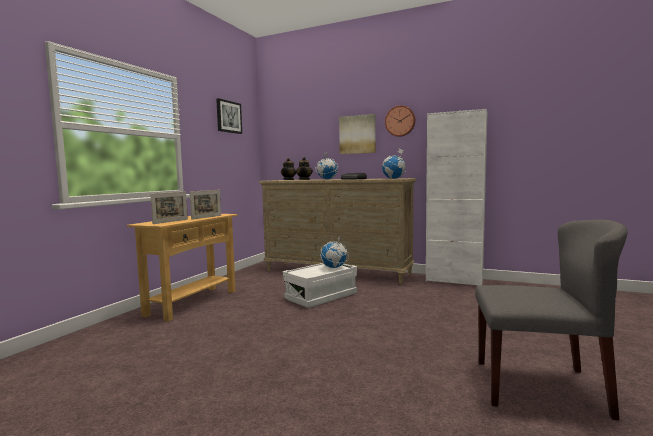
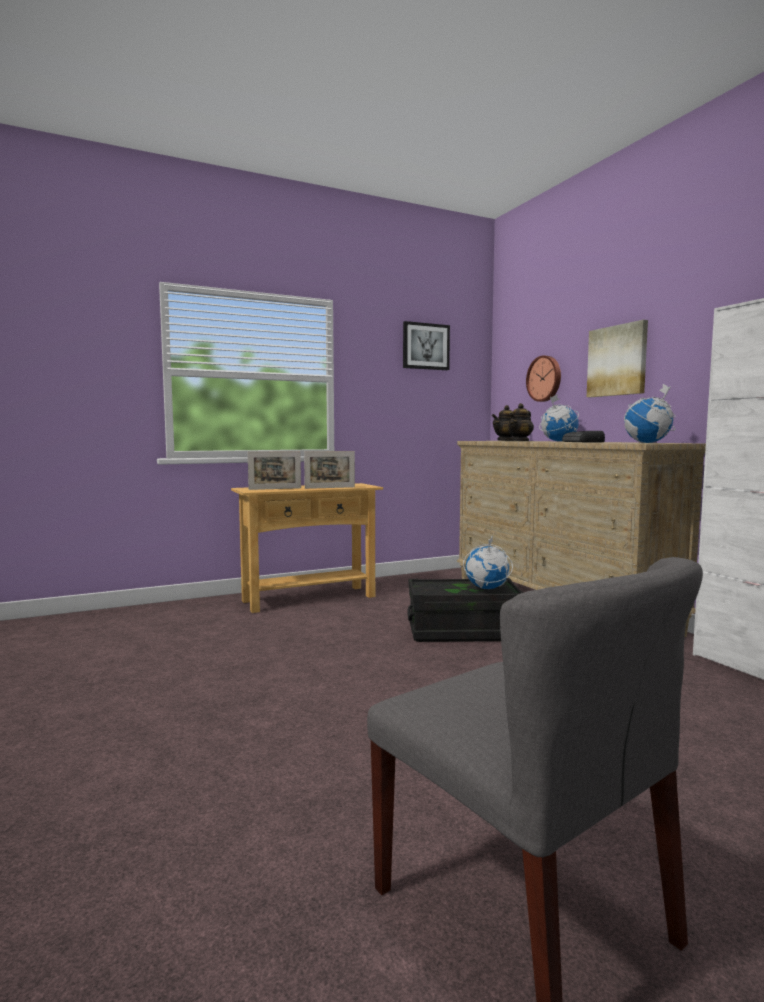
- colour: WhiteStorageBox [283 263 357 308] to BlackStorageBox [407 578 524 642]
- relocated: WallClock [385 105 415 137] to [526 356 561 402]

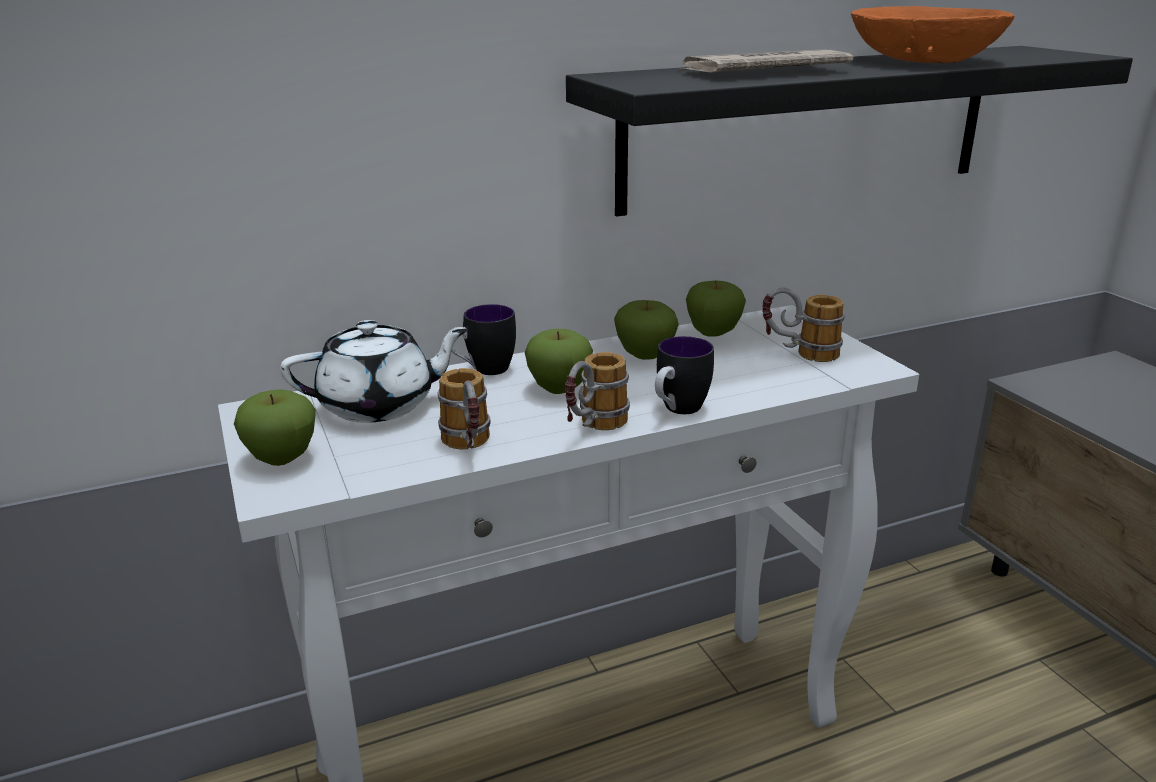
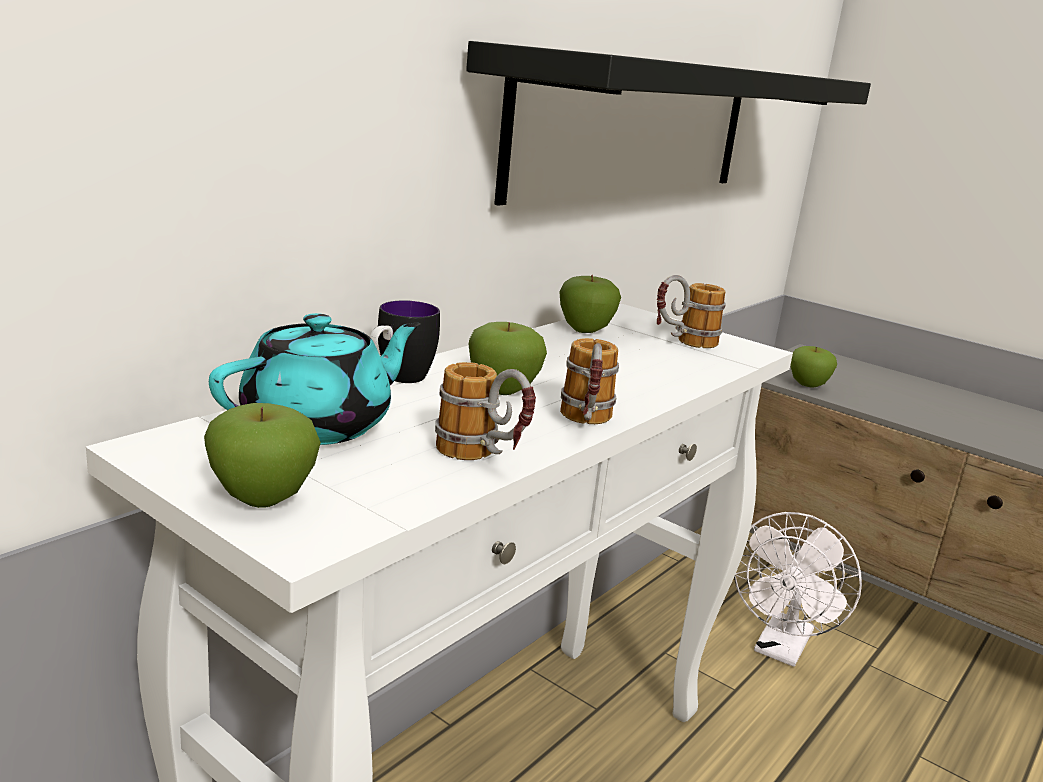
- colour: WhiteTeapot [280 320 468 423] to TurquoiseTeapot [209 313 421 445]
- relocated: Apple [614 300 679 360] to [791 346 837 388]
- missing: Mug [655 336 714 414]
- missing: Newspaper [676 50 853 73]
- missing: OrangeBowl [851 6 1015 63]
- appeared: WhiteFan [734 512 862 667]

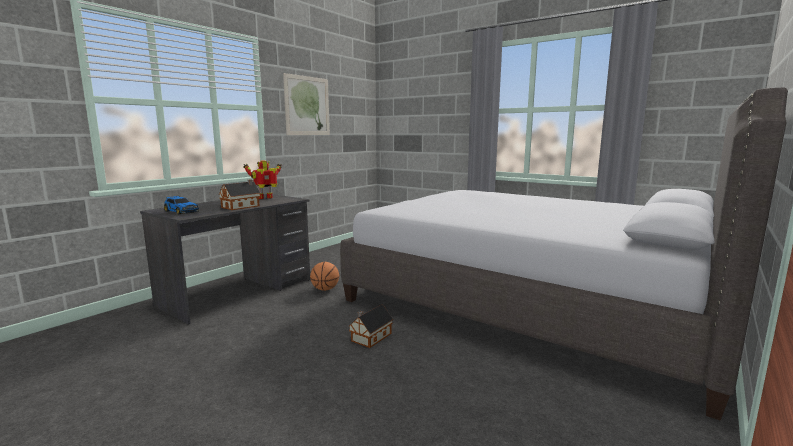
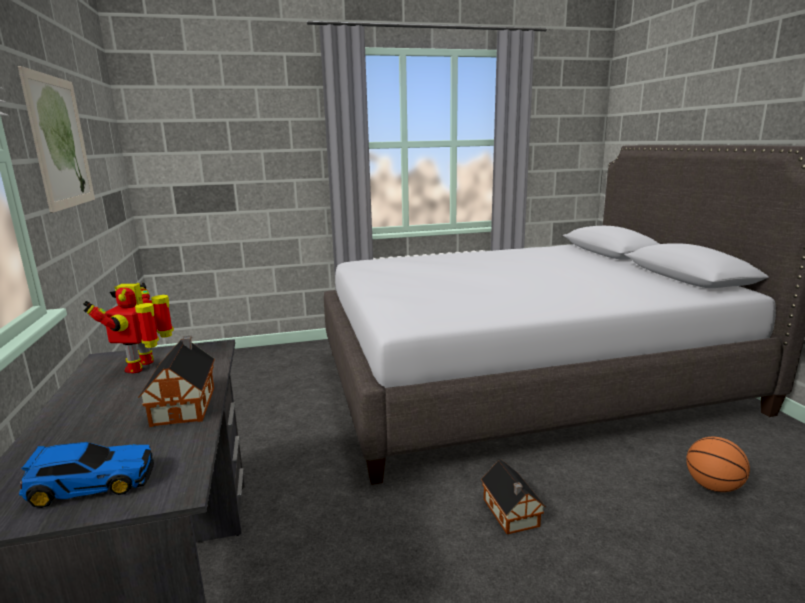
- relocated: Basketball [310 262 339 291] to [686 437 750 492]

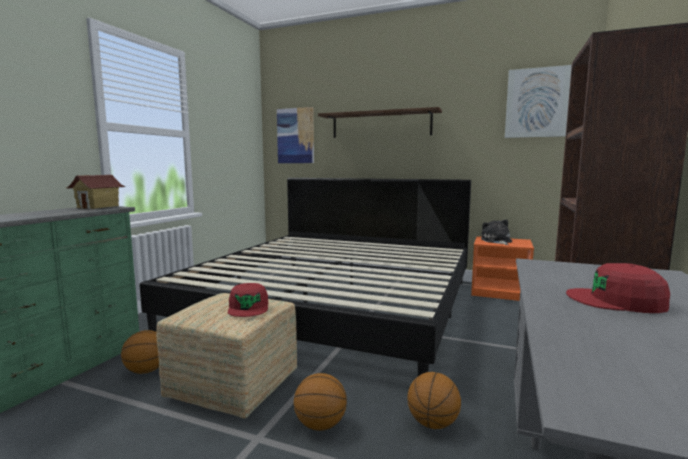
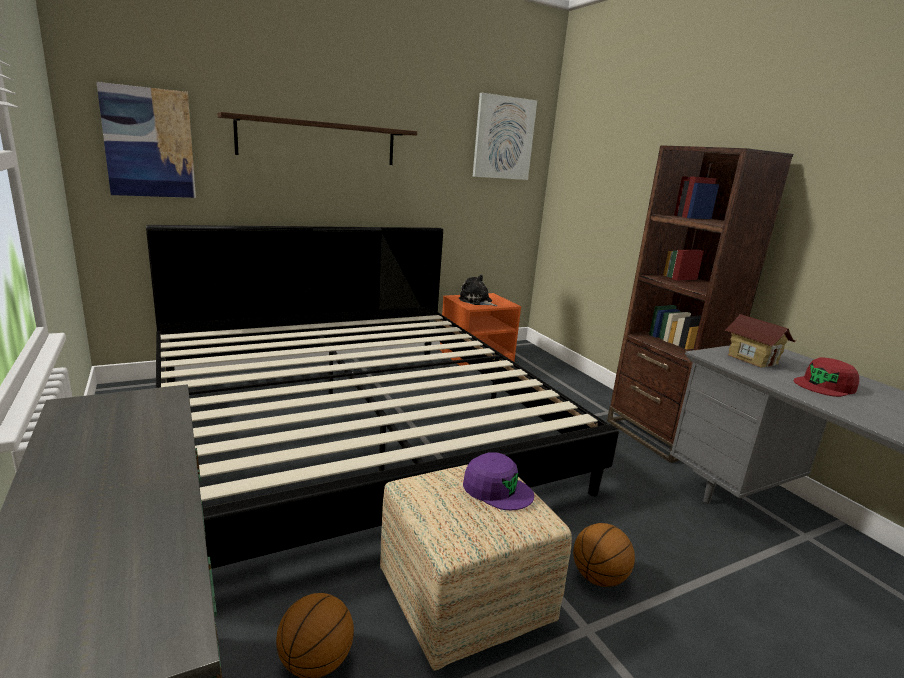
- relocated: ToyHouse [65 175 126 209] to [725 314 796 368]
- colour: RedCap [228 283 268 317] to PurpleCap [463 452 534 510]
- missing: Basketball [408 372 461 429]

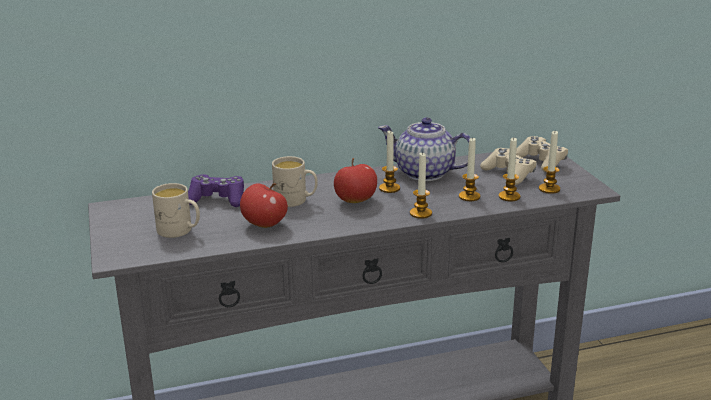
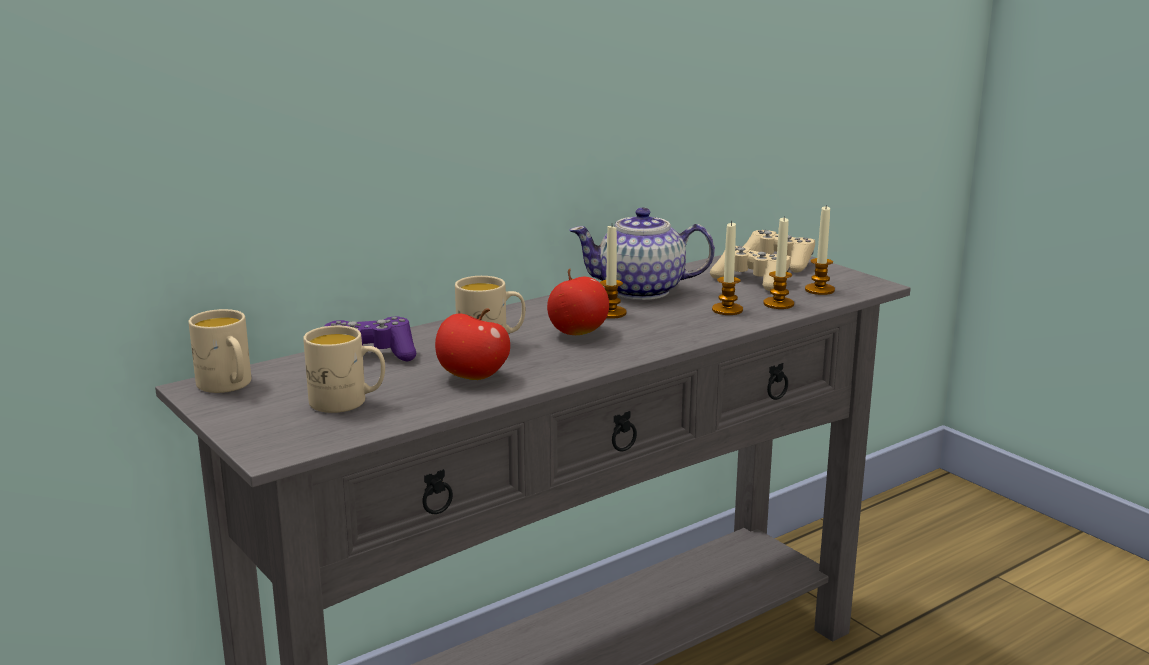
- missing: Candle [410 153 432 219]
- appeared: BeigeMug [189 309 251 393]

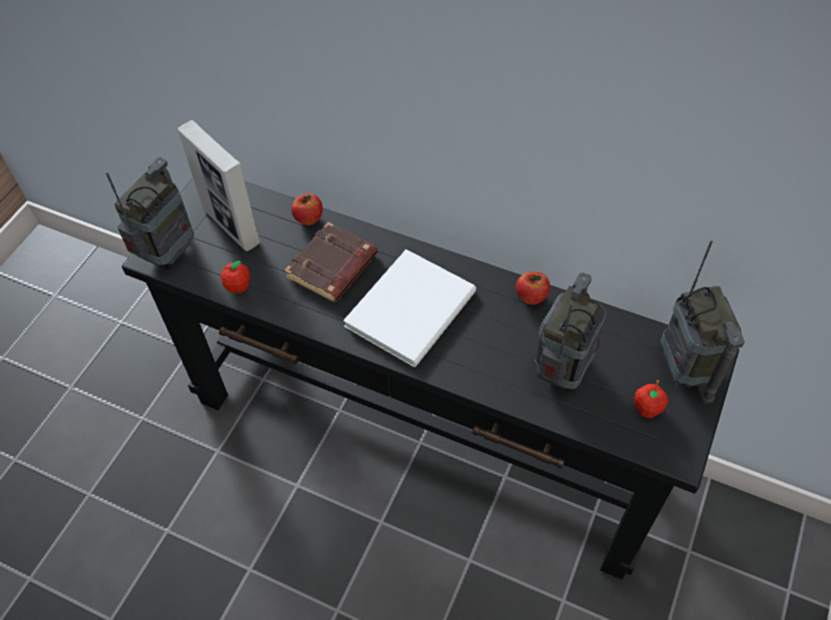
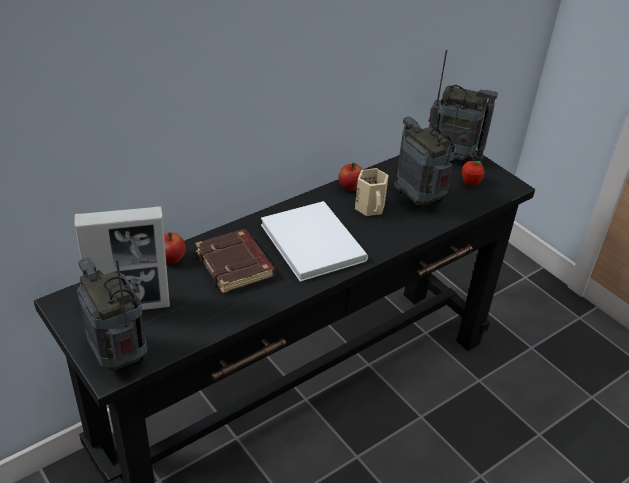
- missing: Apple [221 260 250 293]
- appeared: BeigeMug [355 168 389 216]

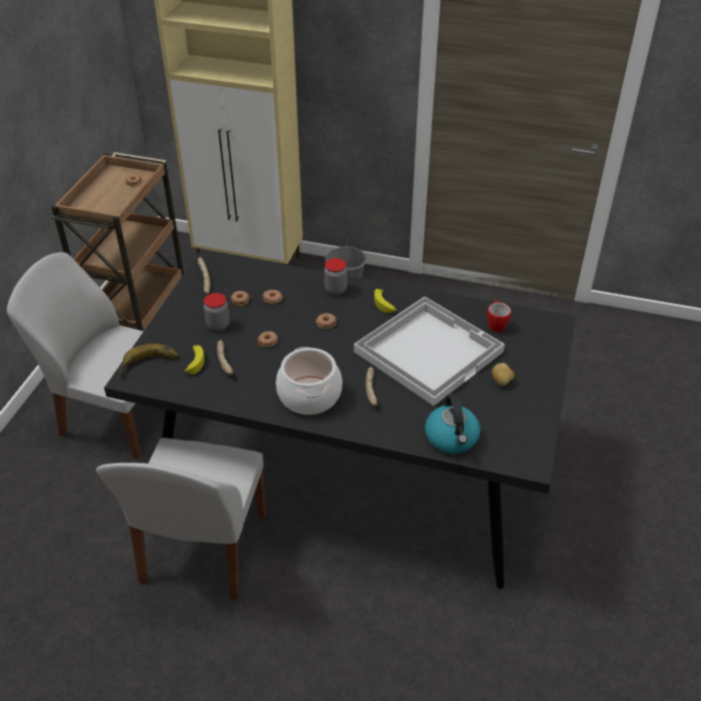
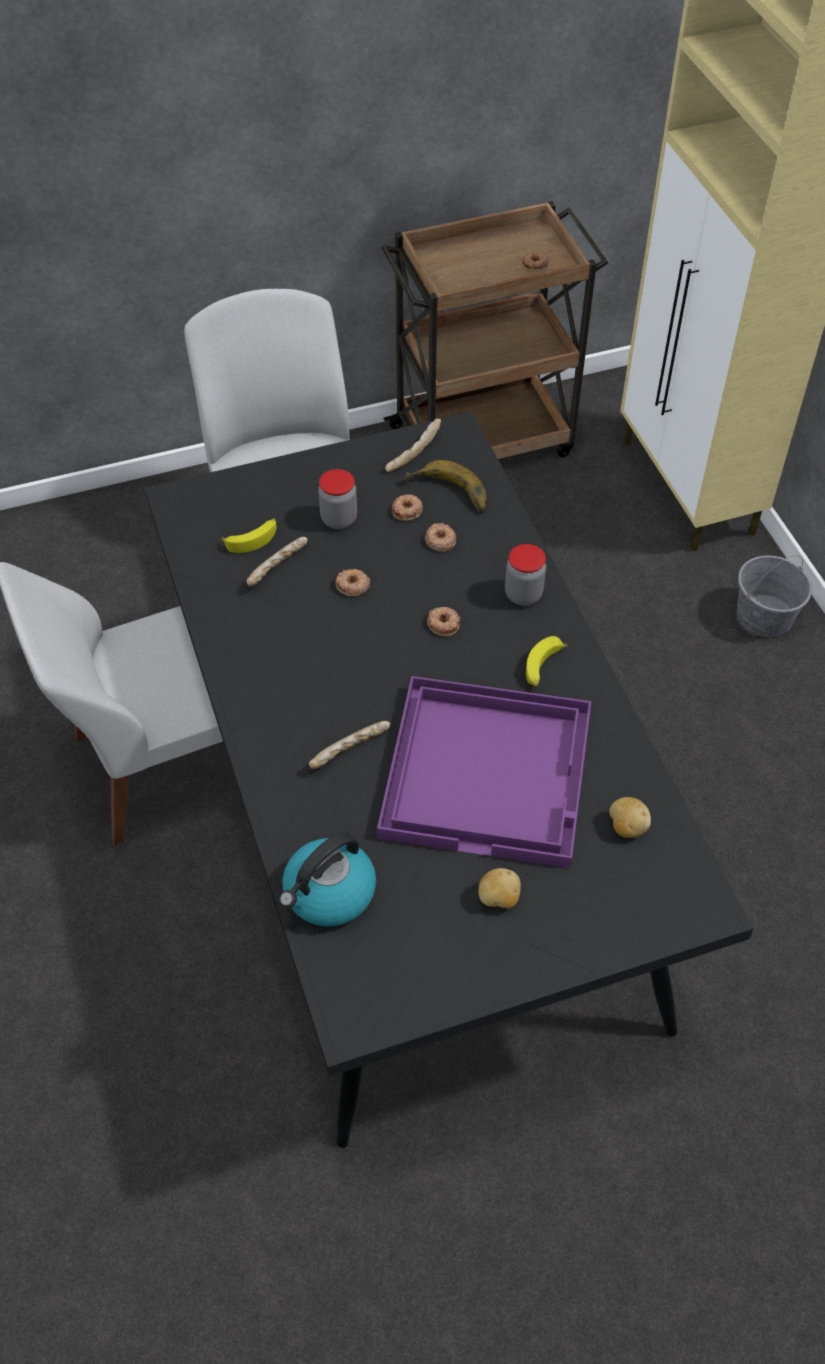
- relocated: Banana [119 343 179 376] to [402 460 487 513]
- missing: CookingPot [276 347 342 415]
- colour: WhiteTray [354 297 505 406] to PurpleTray [377 676 591 868]
- exchanged: Mug [487 300 511 332] to Potato [610 797 651 838]

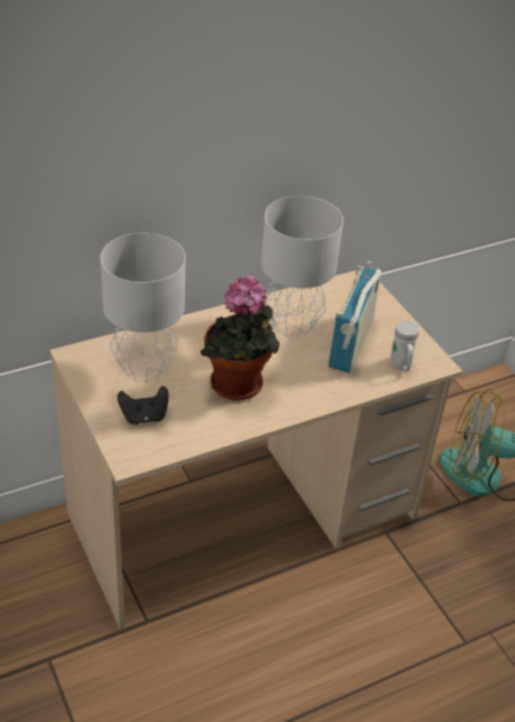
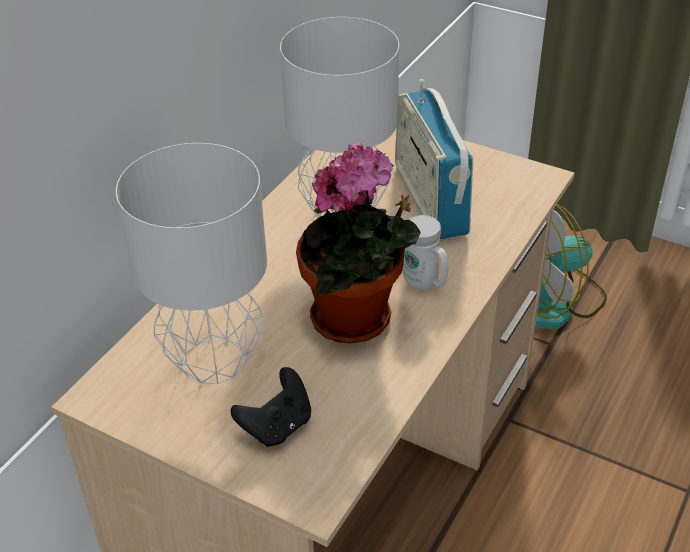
- relocated: WhiteMug [390 321 419 371] to [403 215 448 290]

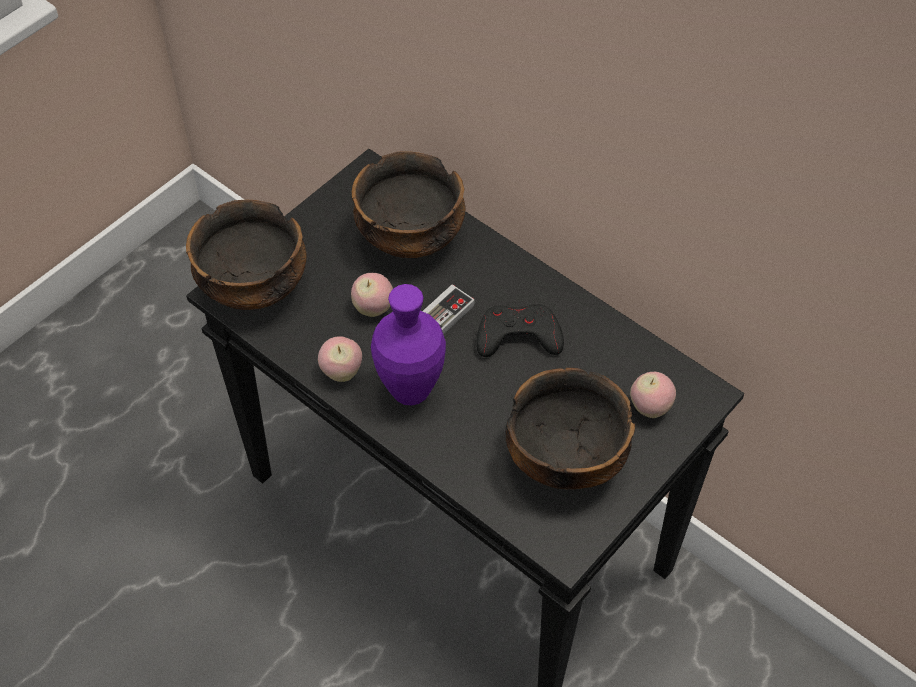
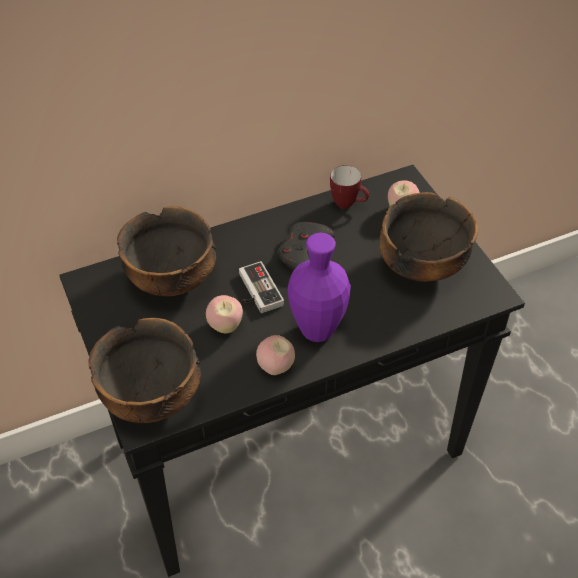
- appeared: Mug [330 165 369 209]

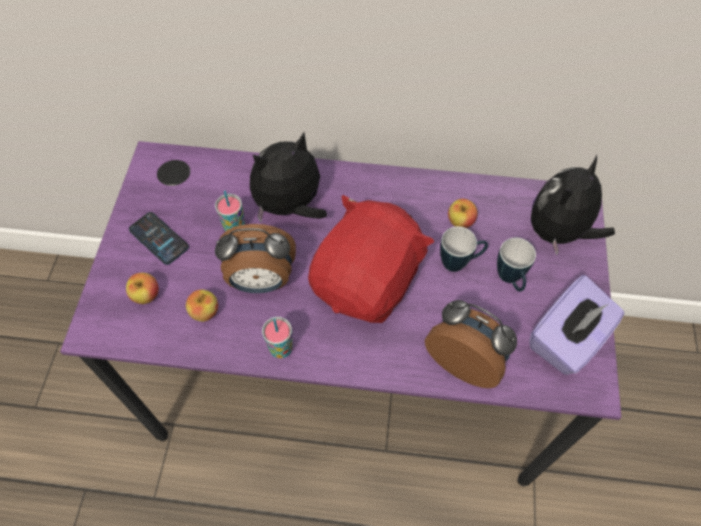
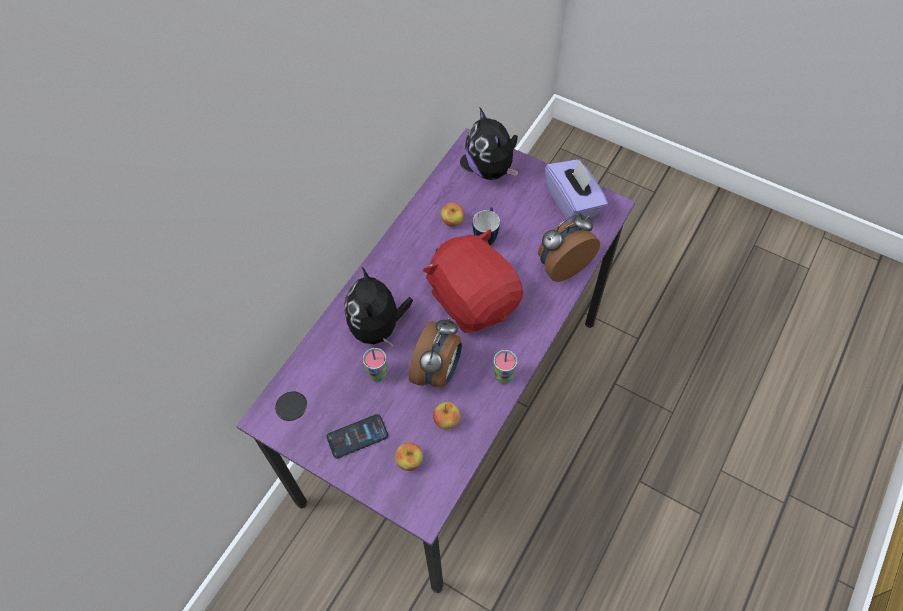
- missing: Mug [497 238 536 292]

